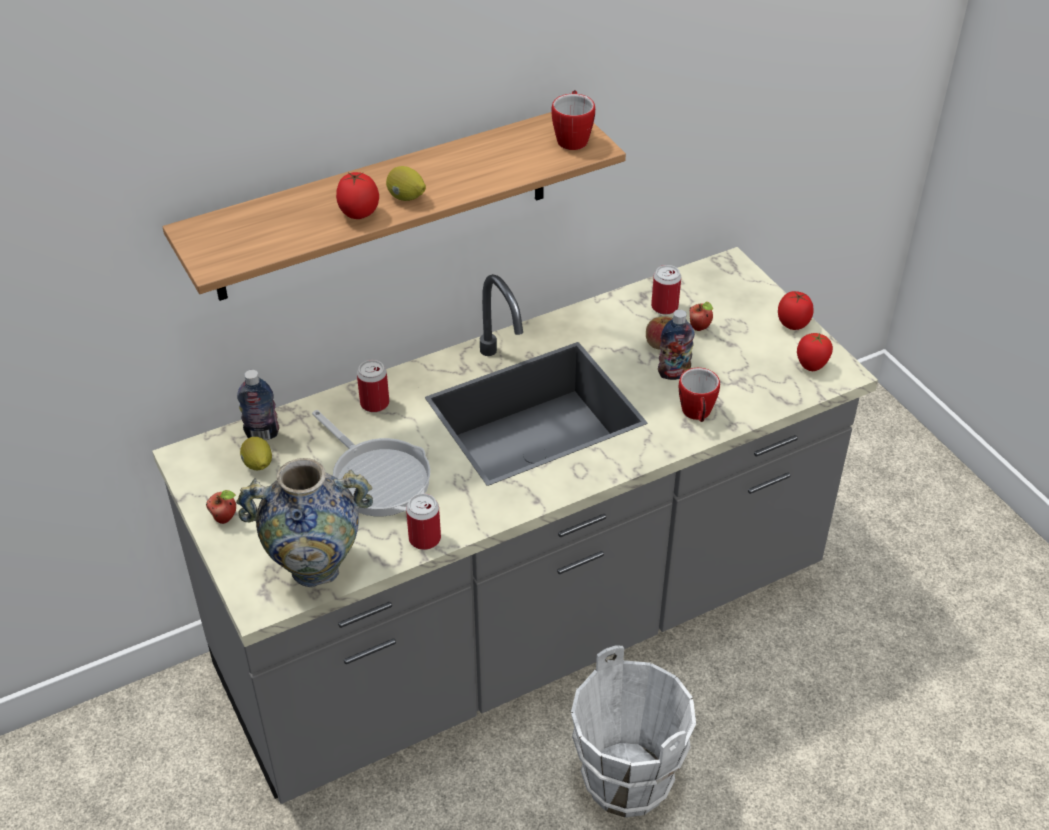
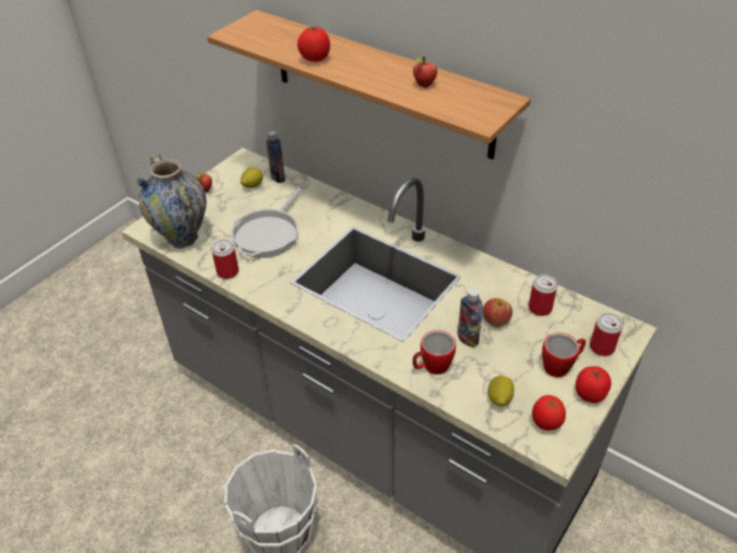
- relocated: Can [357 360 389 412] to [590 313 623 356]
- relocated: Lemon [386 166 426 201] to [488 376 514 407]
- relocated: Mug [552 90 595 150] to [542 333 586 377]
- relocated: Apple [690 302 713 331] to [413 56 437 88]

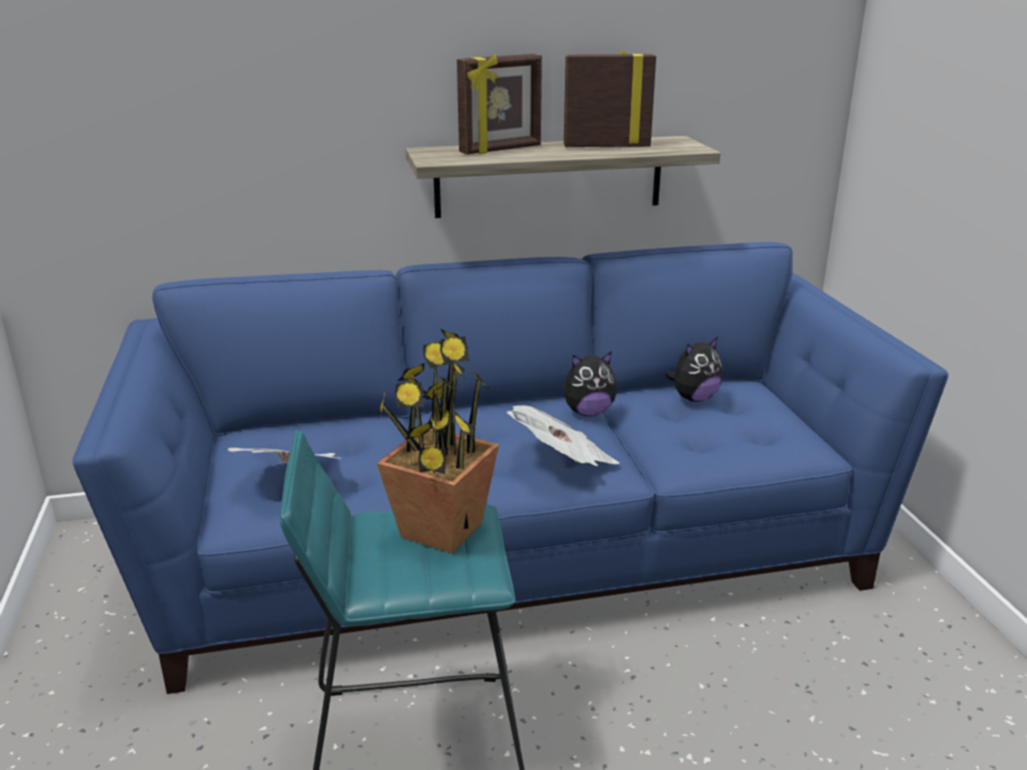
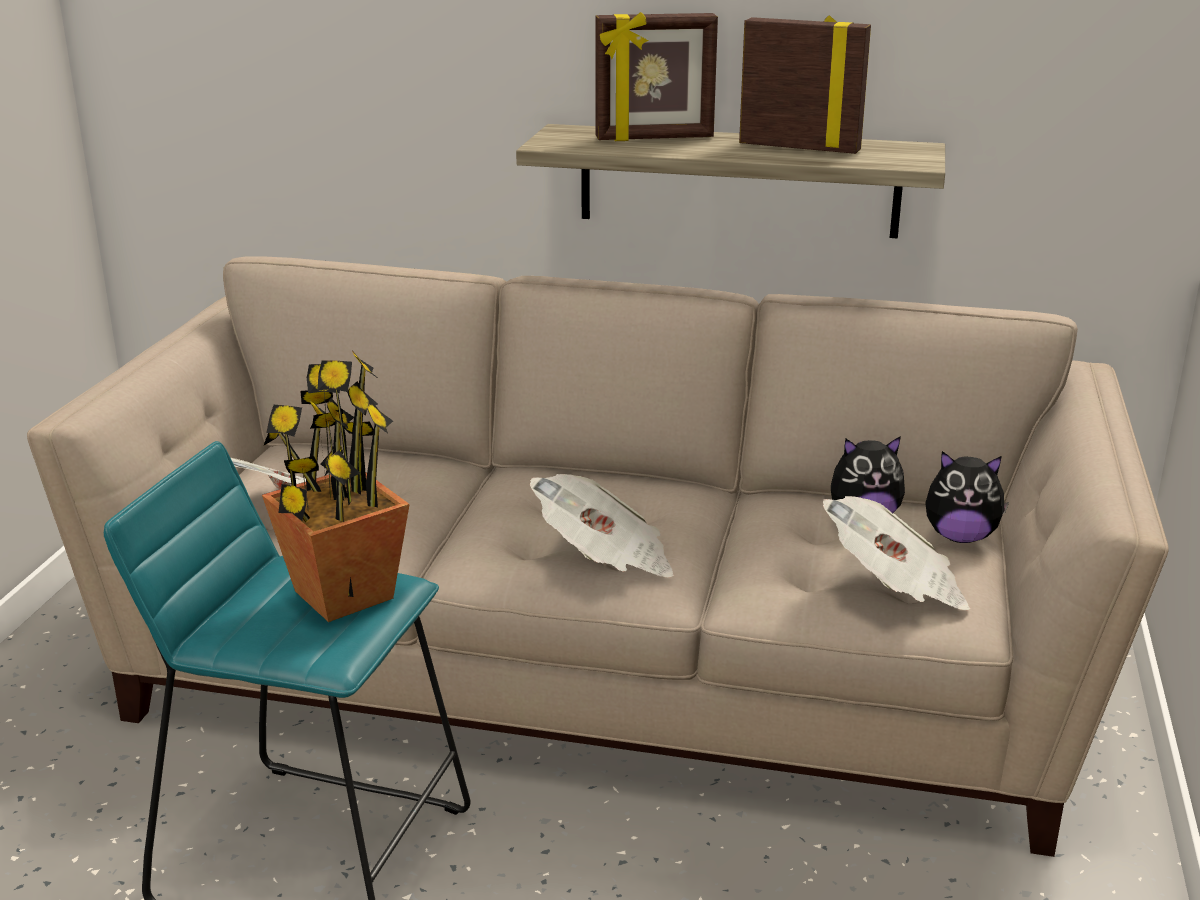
- colour: BlueSofa [72 242 948 694] to BeigeSofa [27 256 1168 857]
- relocated: PlushToy [564 351 617 416] to [925 451 1009 543]
- appeared: Newspaper [823 496 971 610]

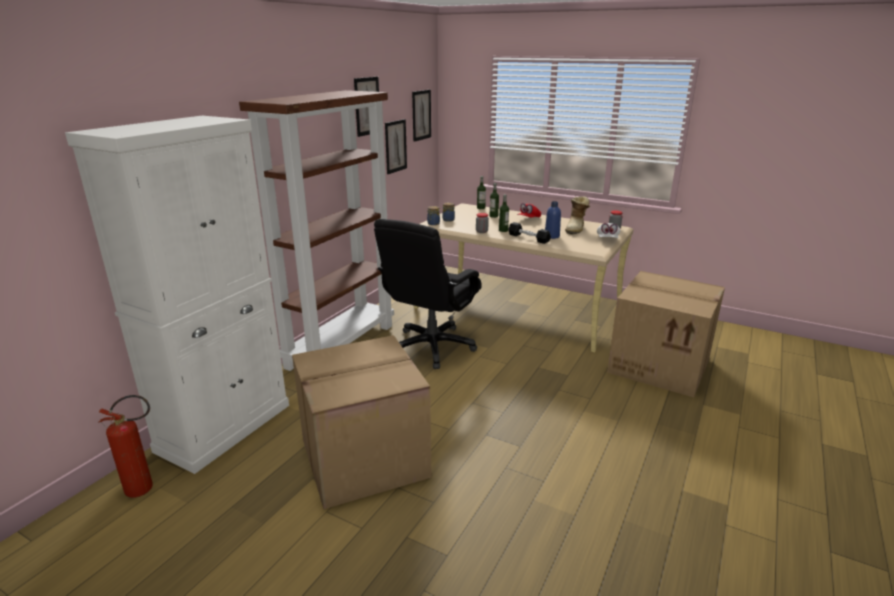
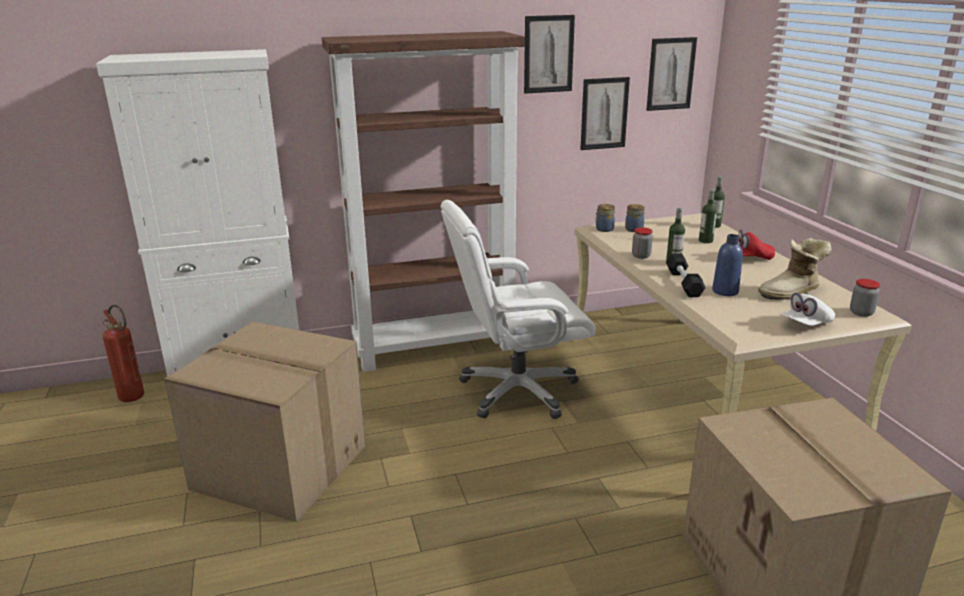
- colour: BlackOfficeChair [374 219 482 369] to WhiteOfficeChair [440 200 596 419]

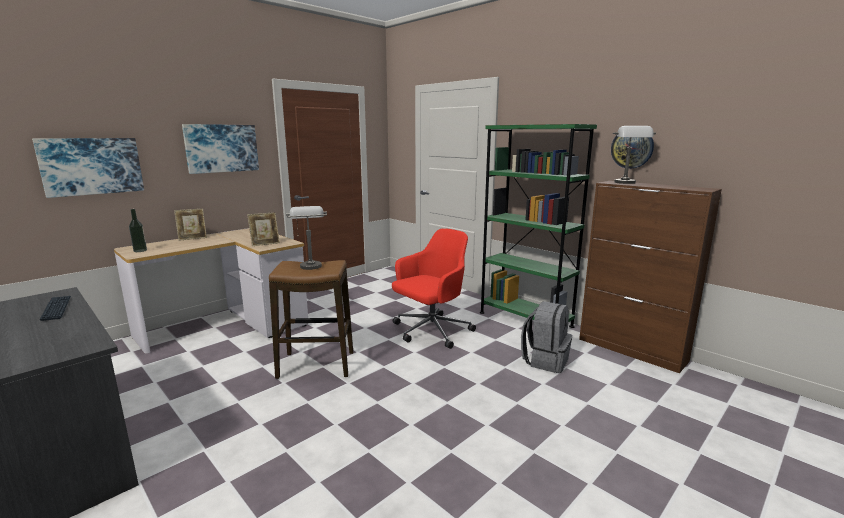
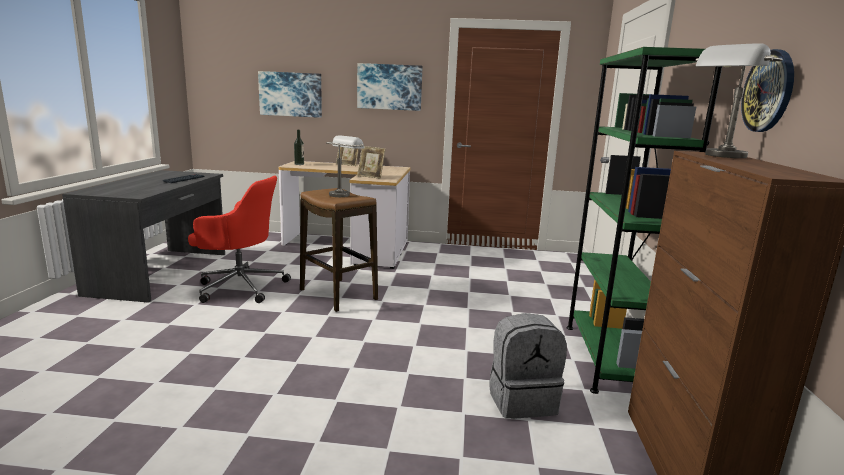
- relocated: RedOfficeChair [392 228 476 349] to [188 176 291 303]

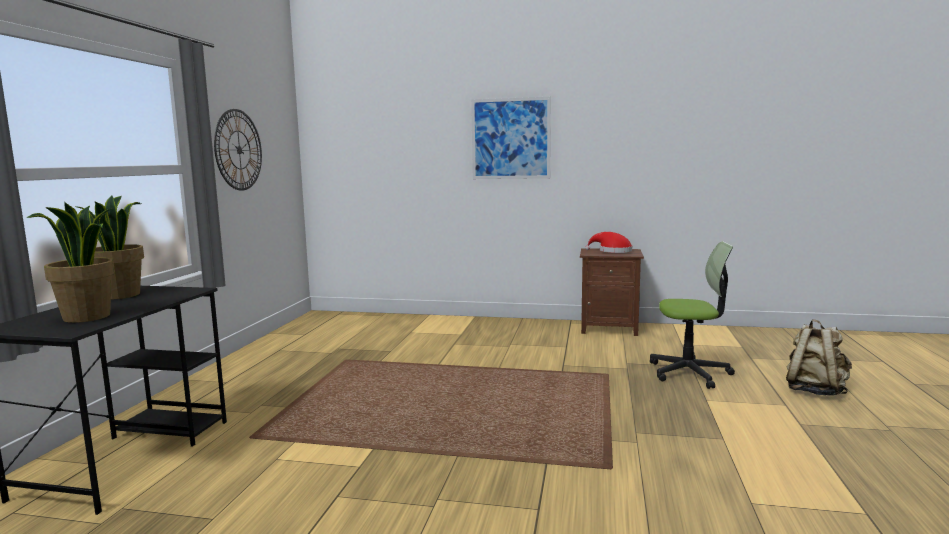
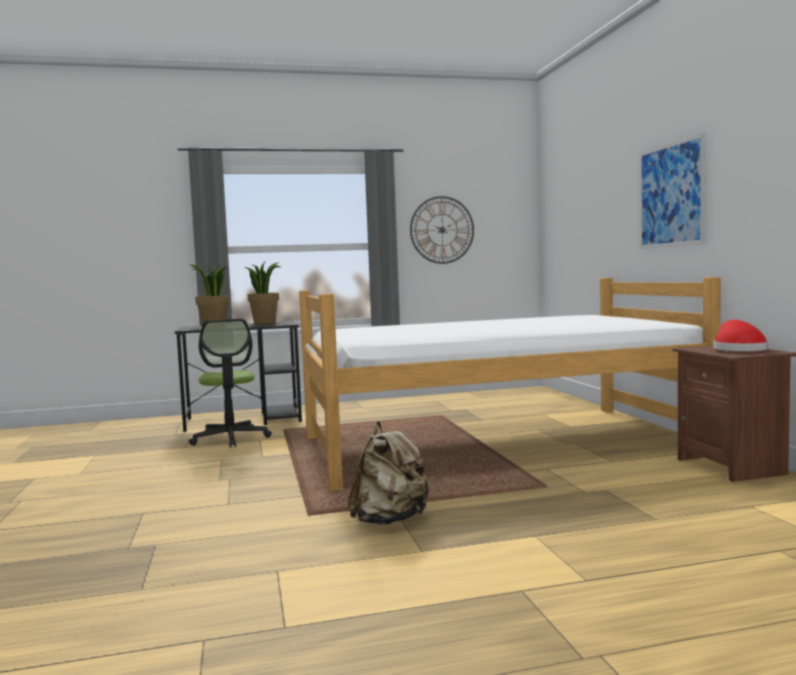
- relocated: OfficeChair [650 241 735 389] to [189 319 272 448]
- relocated: BeigeBackpack [786 319 852 396] to [348 421 430 525]
- appeared: Bed [299 277 721 491]

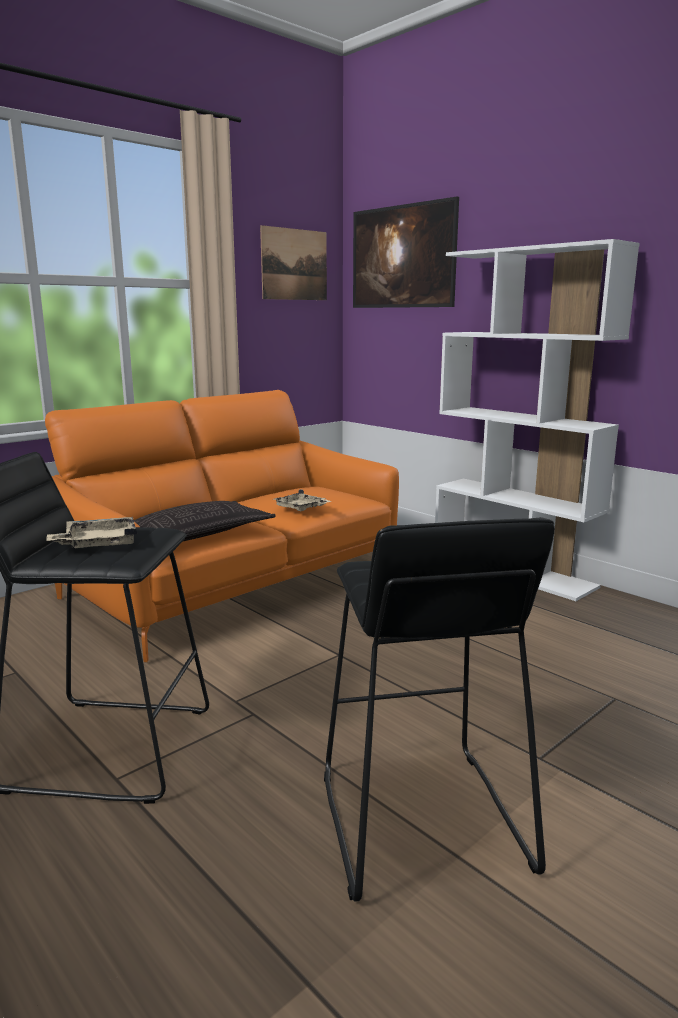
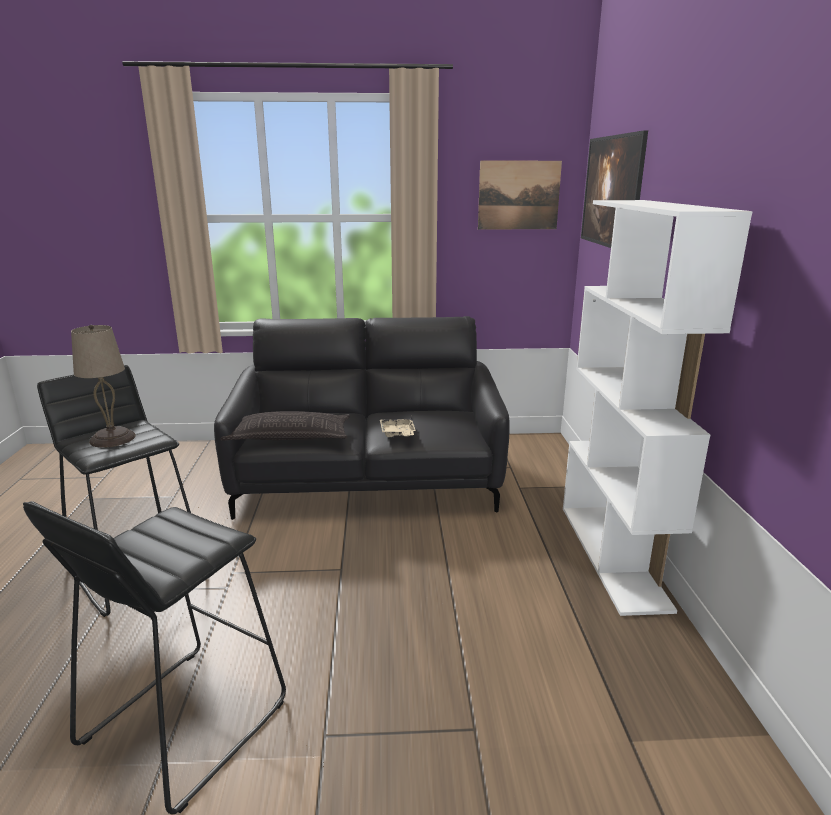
- colour: OrangeSofa [45 390 399 662] to BlackSofa [214 316 510 520]
- exchanged: BeigeTray [46 517 137 548] to BeigeTableLamp [71 325 136 448]

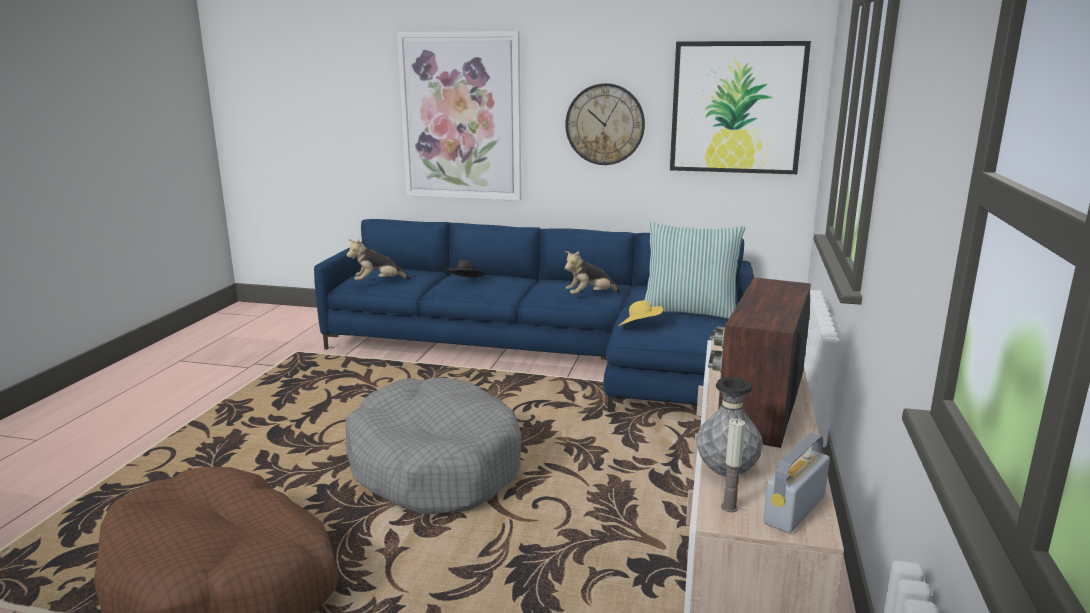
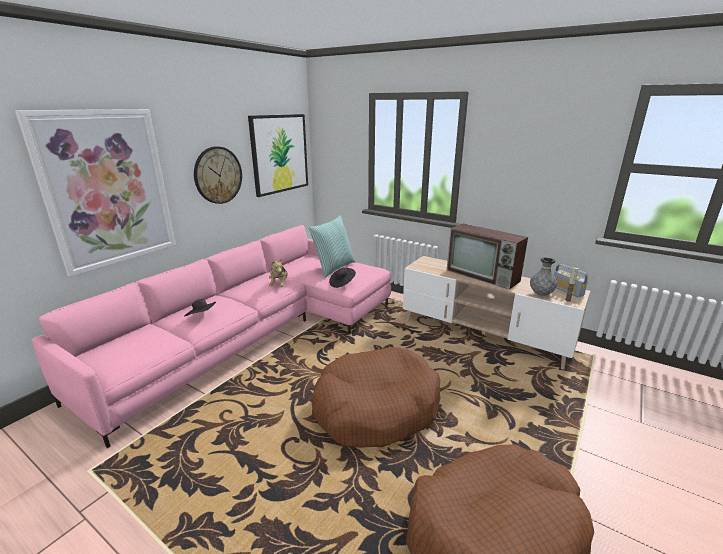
- colour: BlueSofa [314 219 754 412] to PinkSofa [31 225 391 448]
- colour: GreyDogBed [346 377 521 514] to BrownDogBed [312 347 440 448]
- missing: PlushToy [347 239 412 281]
- colour: YellowHat [619 300 663 326] to BlackHat [329 268 356 288]

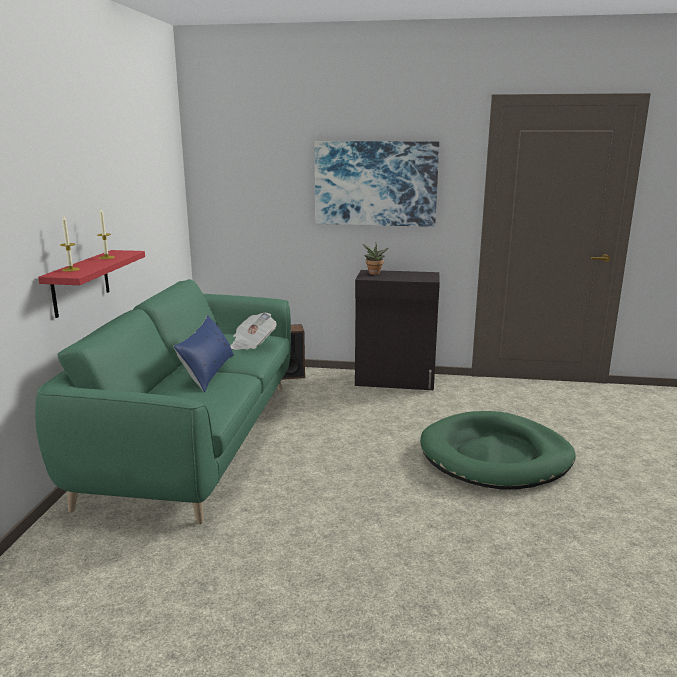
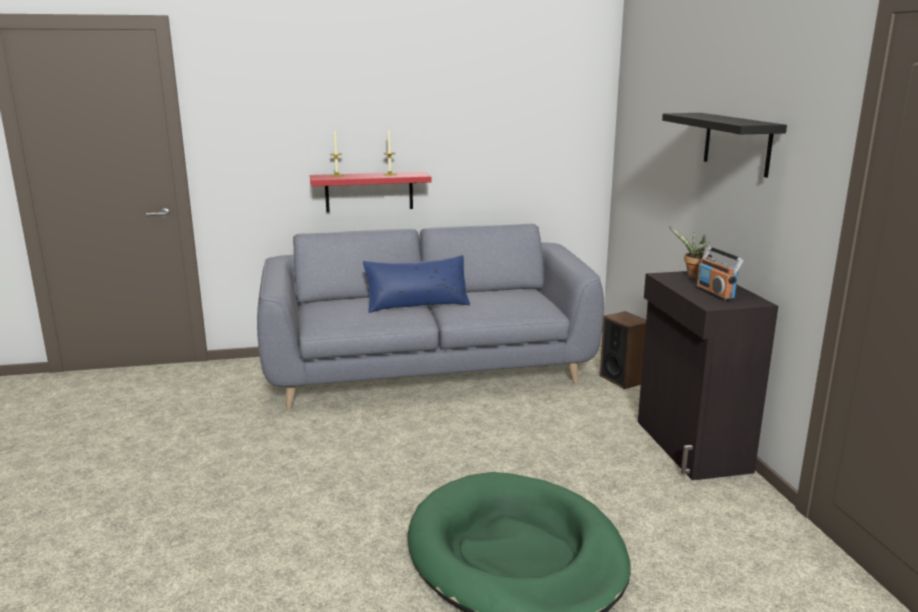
- colour: GreenSofa [35 279 291 524] to GreySofa [257 224 604 409]
- missing: Newspaper [230 313 277 350]
- exchanged: Picture [315 141 439 227] to BlackShelf [662 113 787 178]
- appeared: Radio [696 247 744 301]

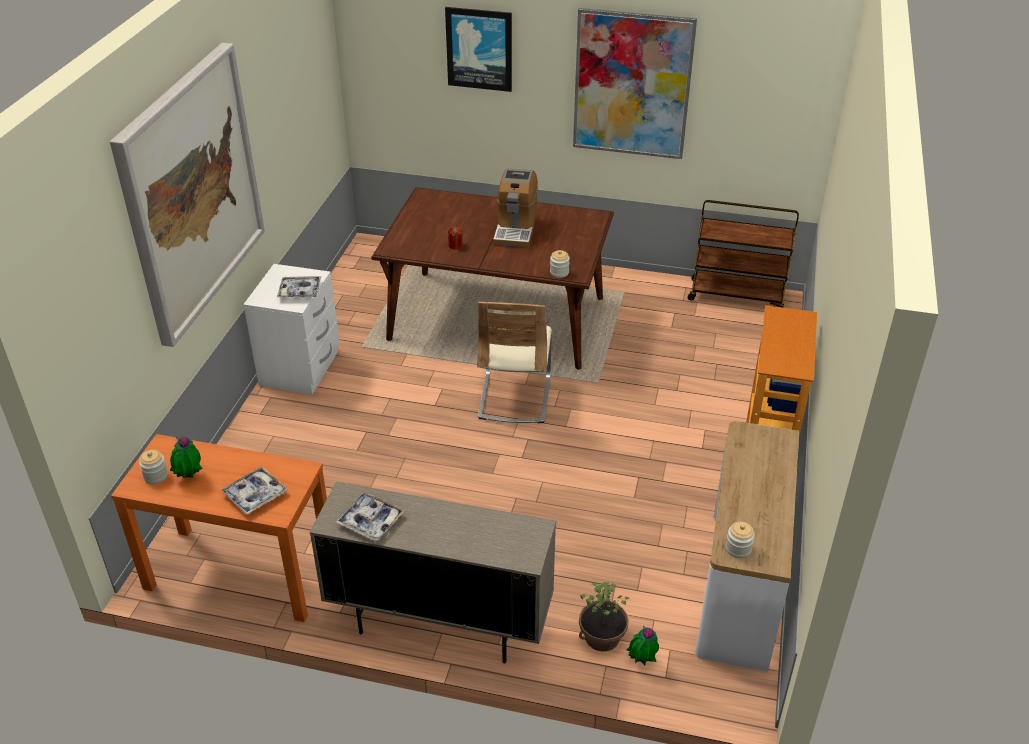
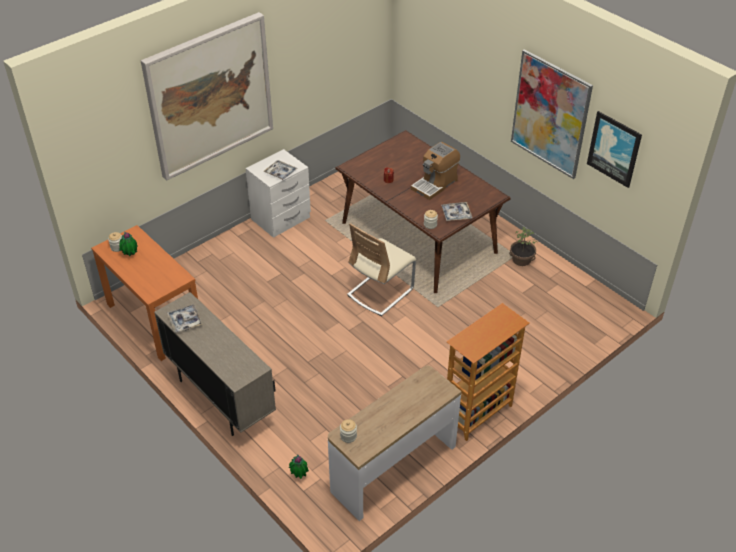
- relocated: Tray [220 466 287 515] to [441 202 473 221]
- relocated: Picture [445 7 512 92] to [587 111 642 188]
- relocated: PottedPlant [579 582 630 651] to [509 227 538 266]
- missing: BrownCart [688 200 799 307]

